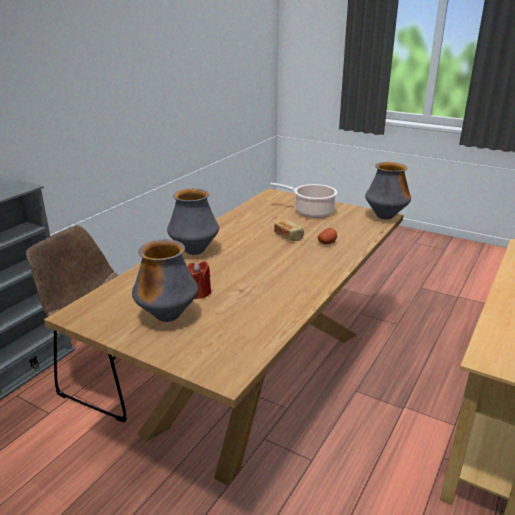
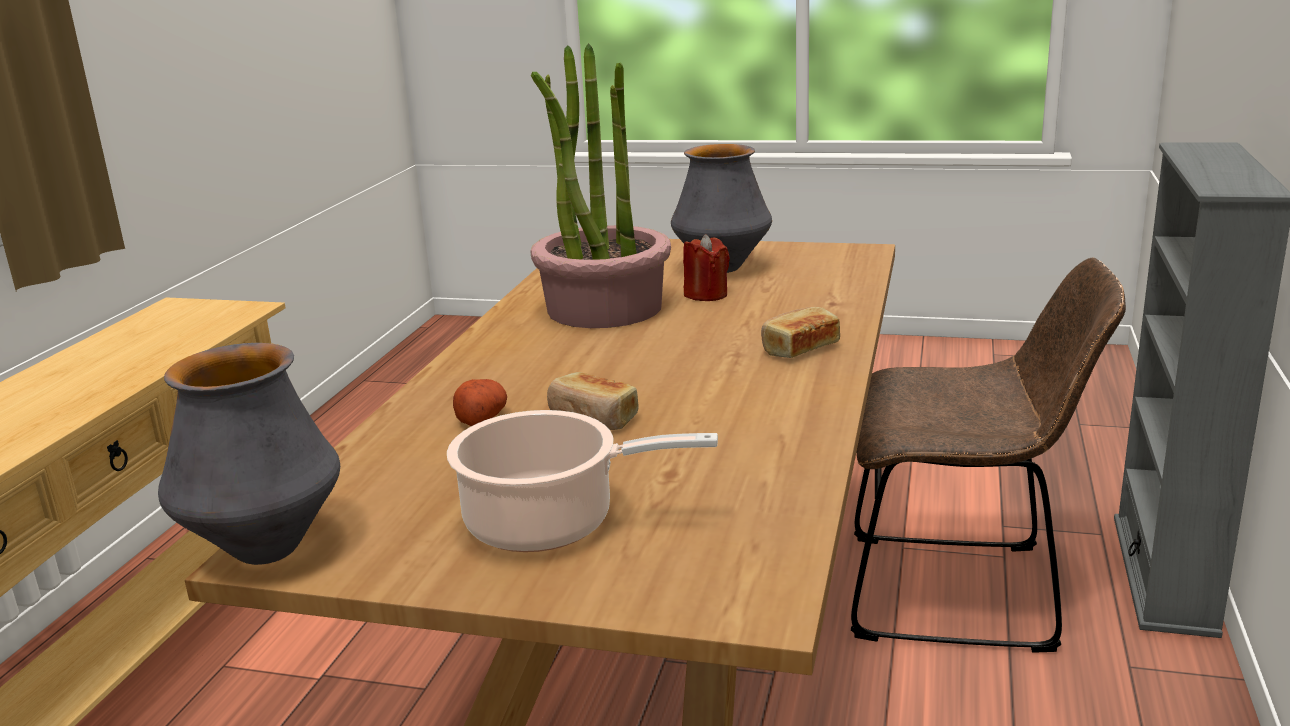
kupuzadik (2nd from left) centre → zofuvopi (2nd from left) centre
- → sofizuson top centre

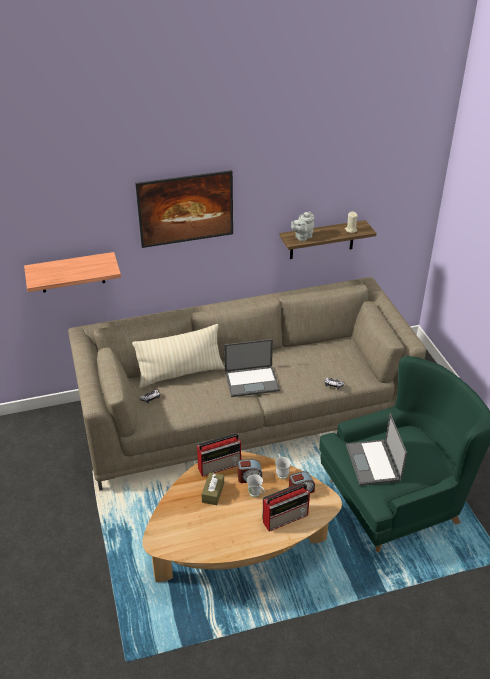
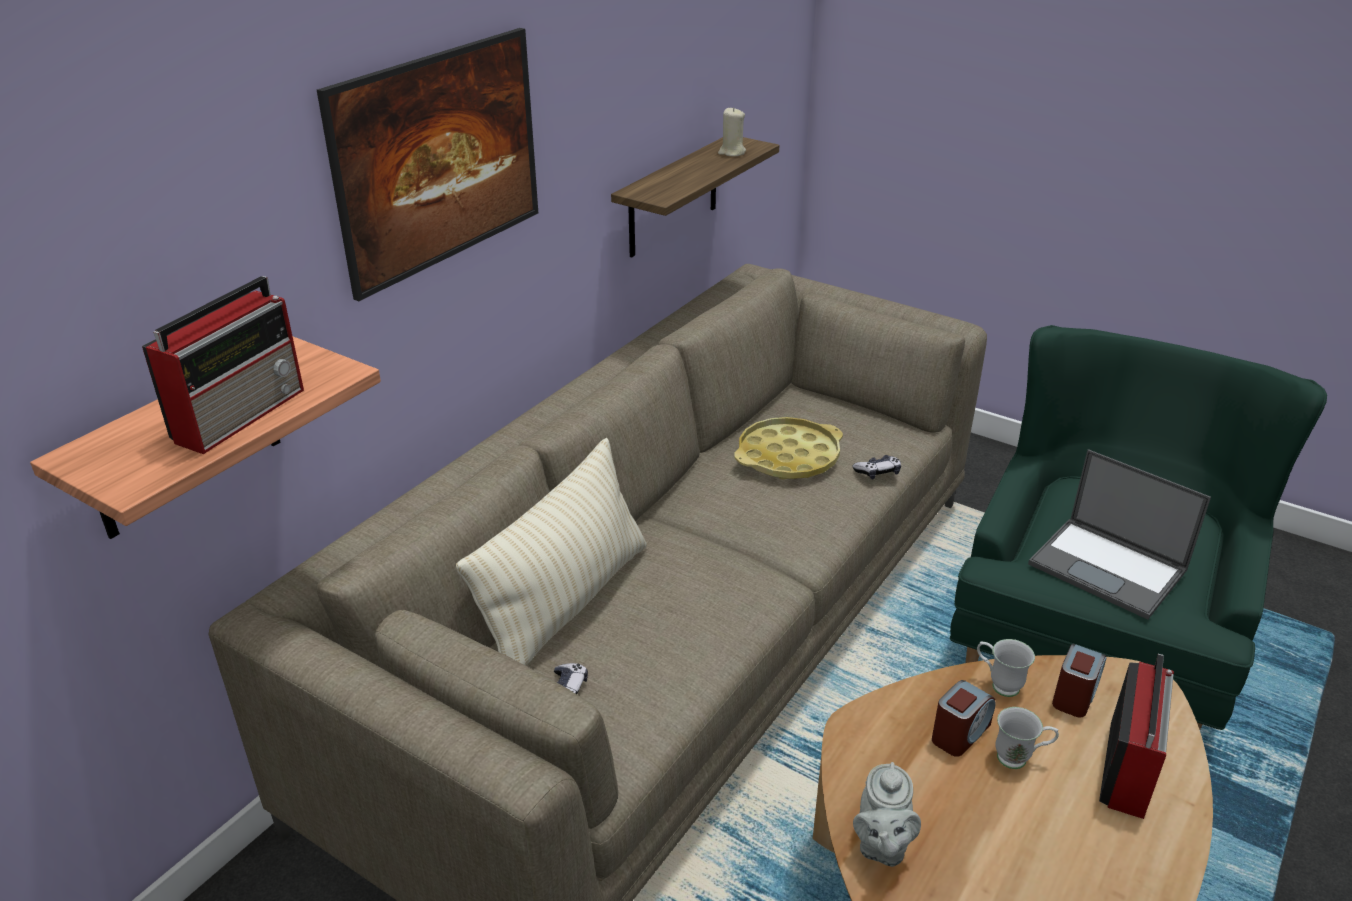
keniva (1st from left) bottom centre → keniva (1st from left) middle left, move
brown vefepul bottom centre → -
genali (1st from left) centre → -
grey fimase top centre → grey fimase bottom centre, move
- → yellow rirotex centre

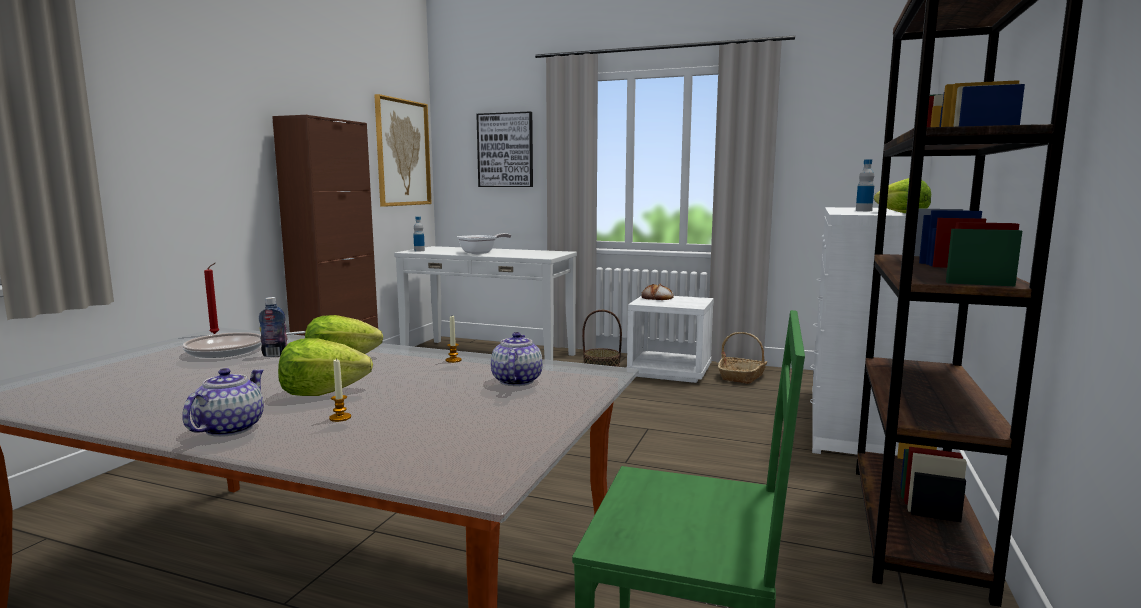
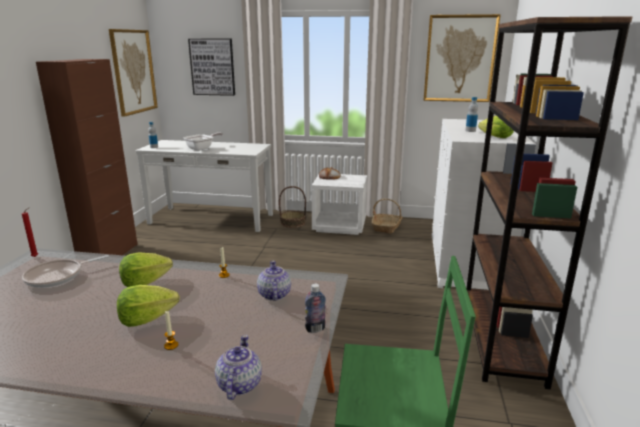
fimase (1st from left) middle left → fimase (1st from left) bottom centre, move
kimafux (1st from left in the first image) middle left → kimafux (2nd from left) bottom centre, move
- → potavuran (3rd from left) top right

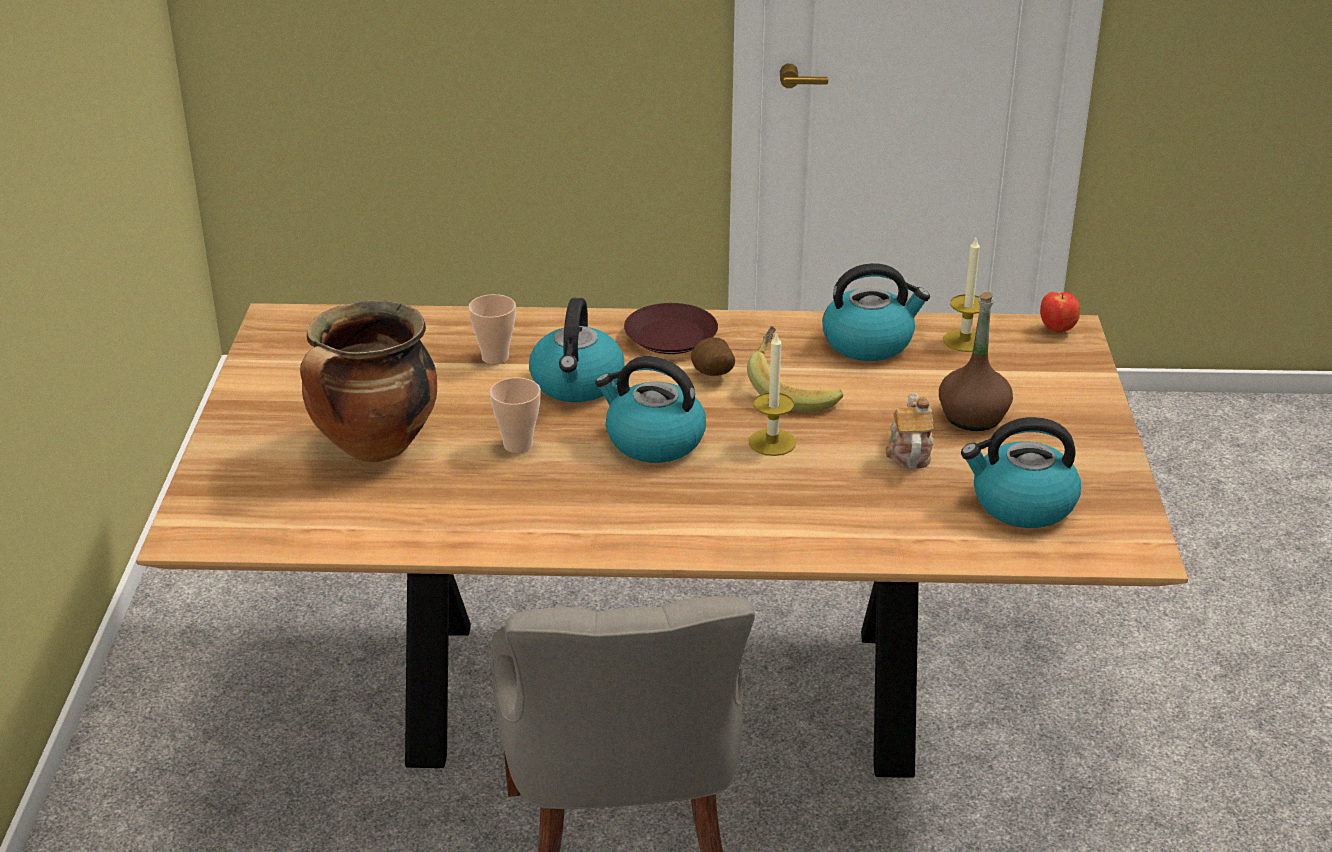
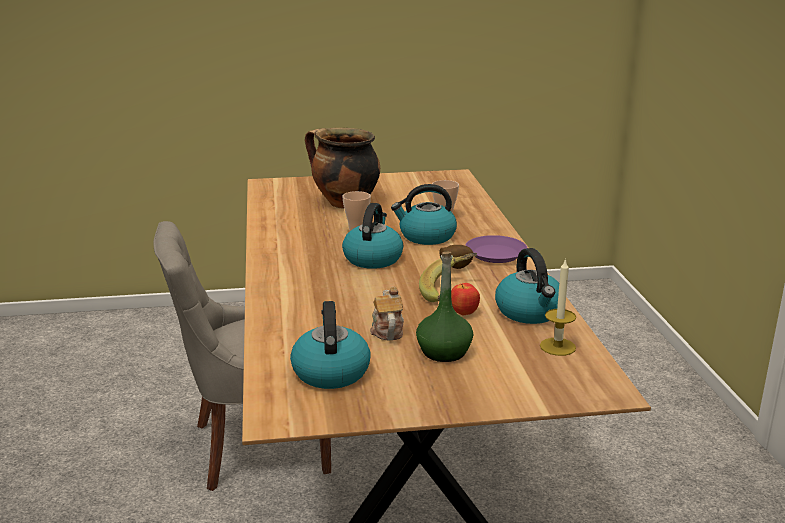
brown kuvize centre → purple kuvize centre
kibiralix (1st from left) centre → -
fimase middle right → fimase centre, 90 degrees counterclockwise
brown kimafux middle right → green kimafux centre
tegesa middle right → tegesa centre, move

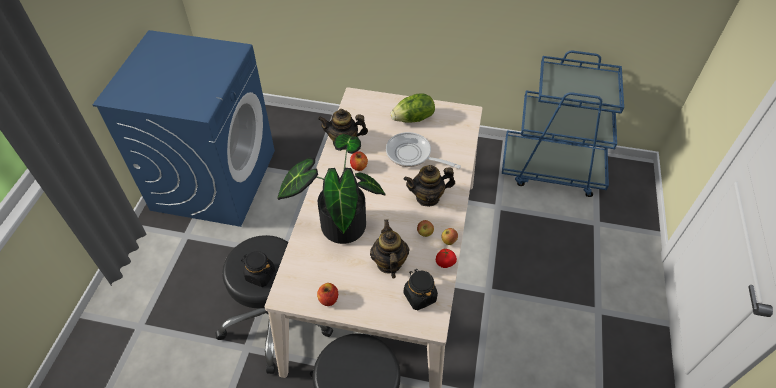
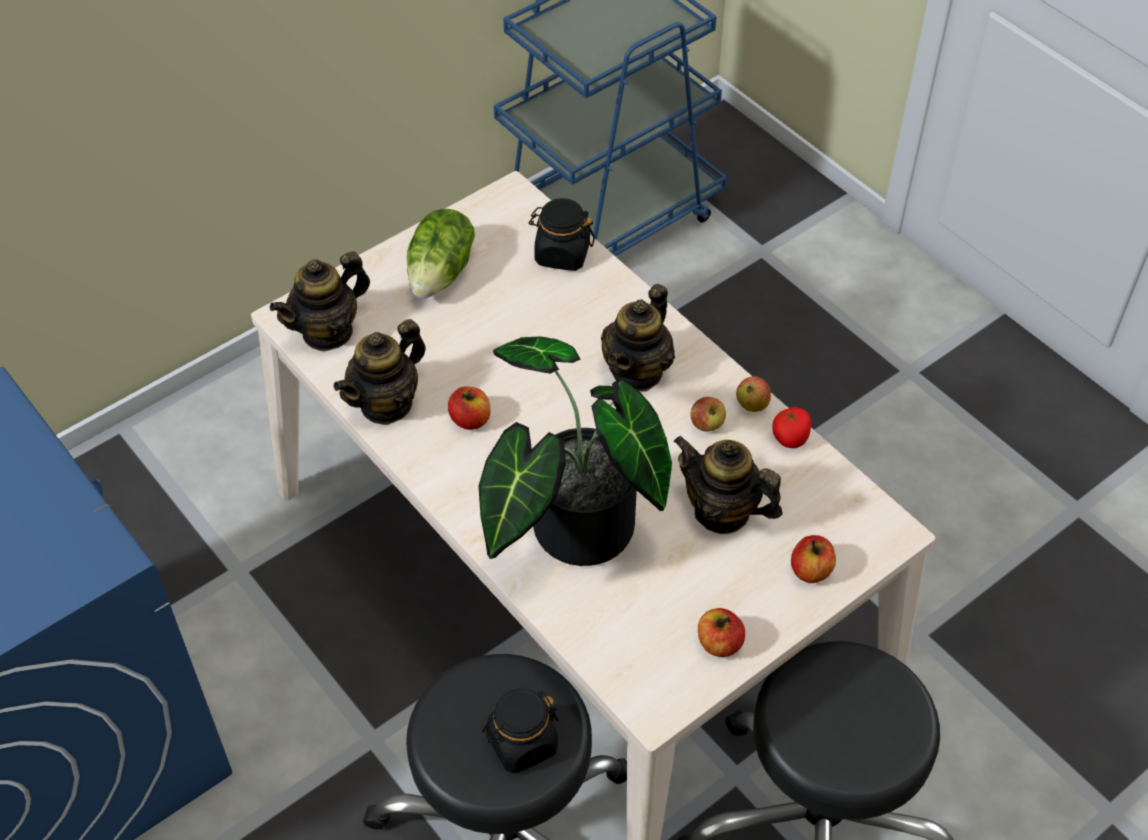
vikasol centre → -
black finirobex (2nd from left) bottom centre → black finirobex (2nd from left) top centre, move
- → fimase (1st from left) middle left
- → tegesa (5th from left) middle right

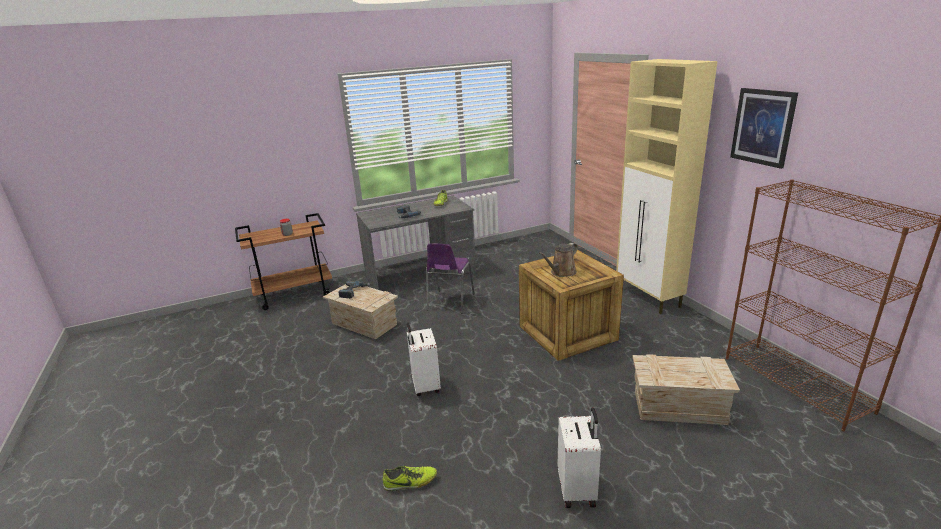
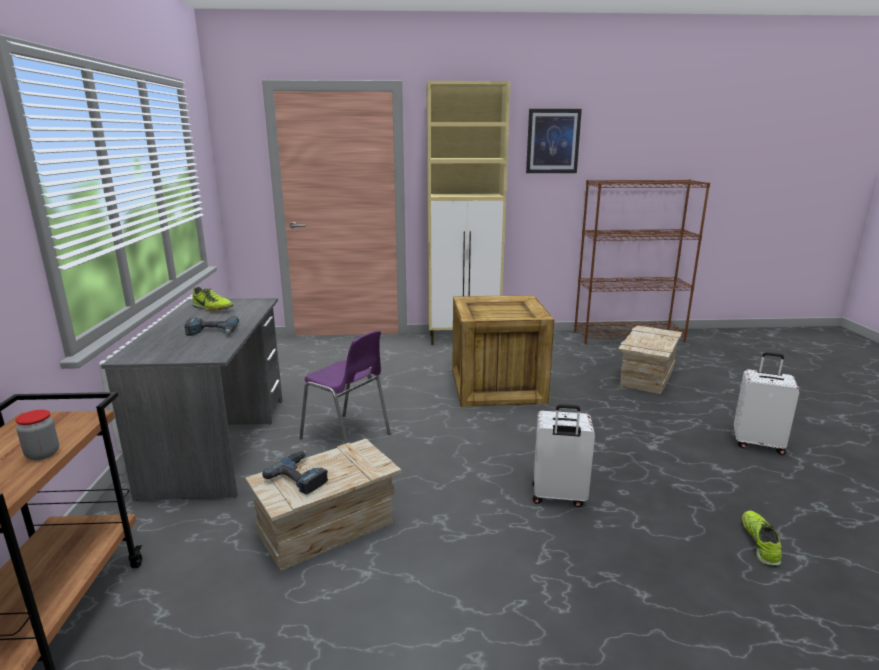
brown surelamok centre → -

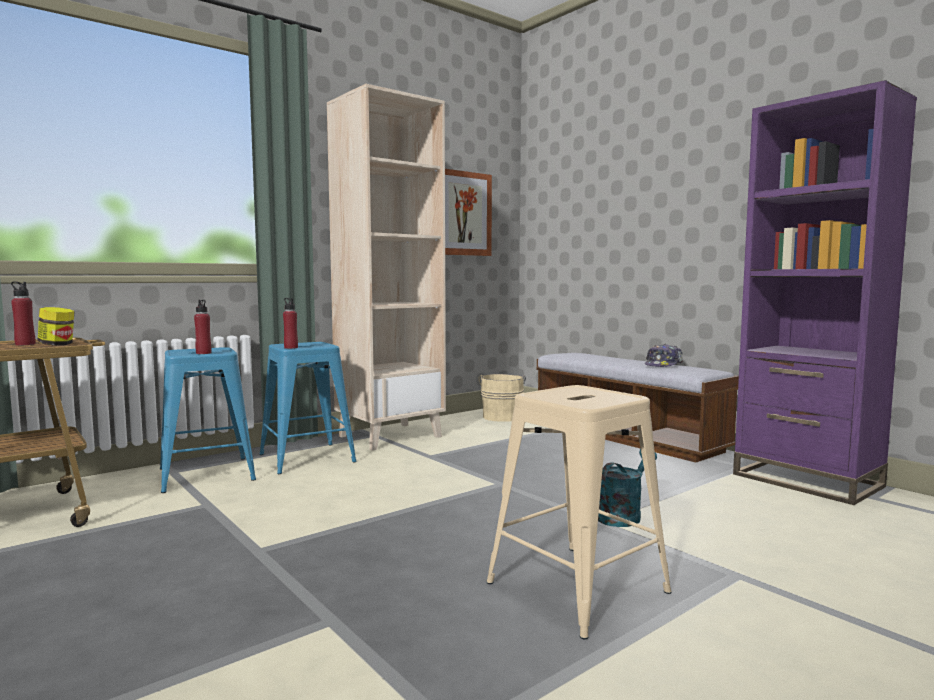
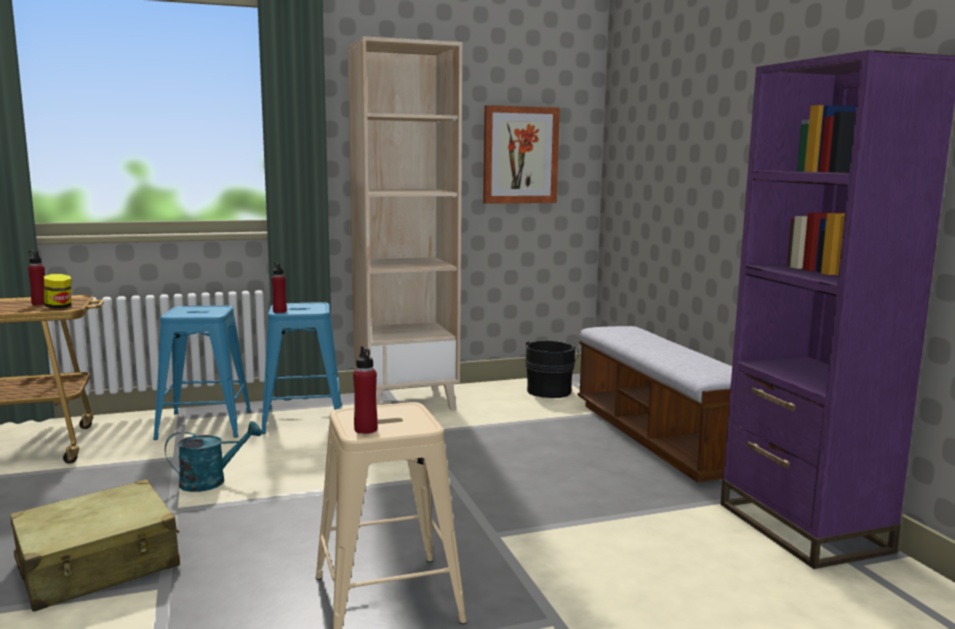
red kimafux (2nd from left in the first image) middle left → red kimafux (3rd from left) centre, move
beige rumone centre → black rumone centre
turquoise surelamok bottom right → turquoise surelamok bottom left, move
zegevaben middle right → -
- → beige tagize bottom left

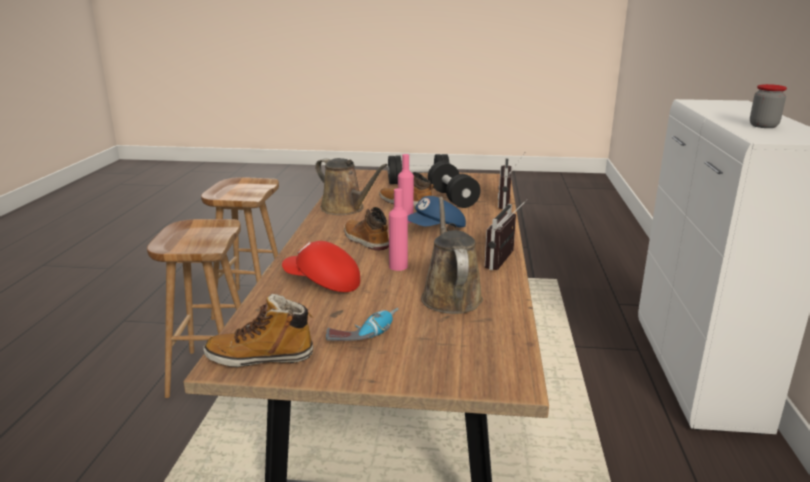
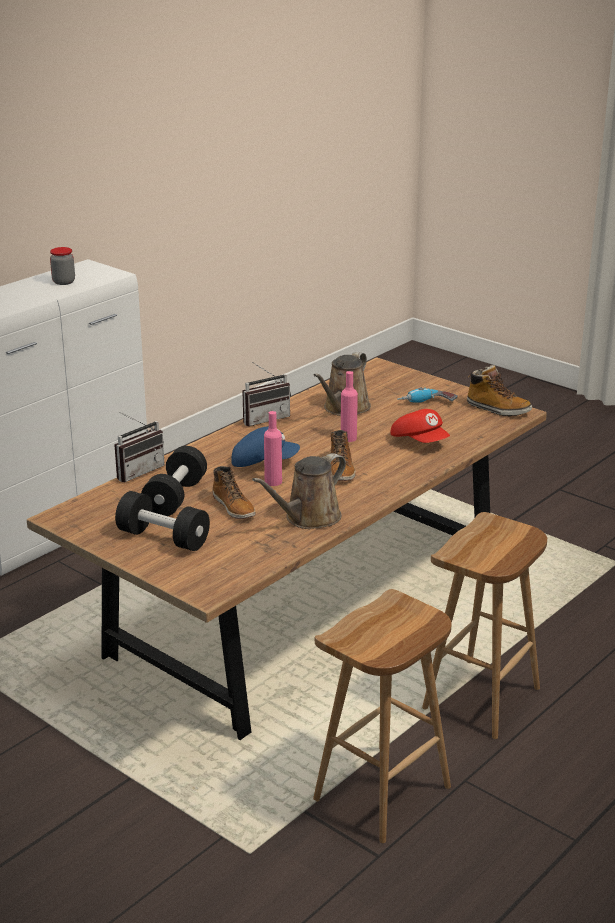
brown surelamok (1st from left) centre, 120 degrees counterclockwise

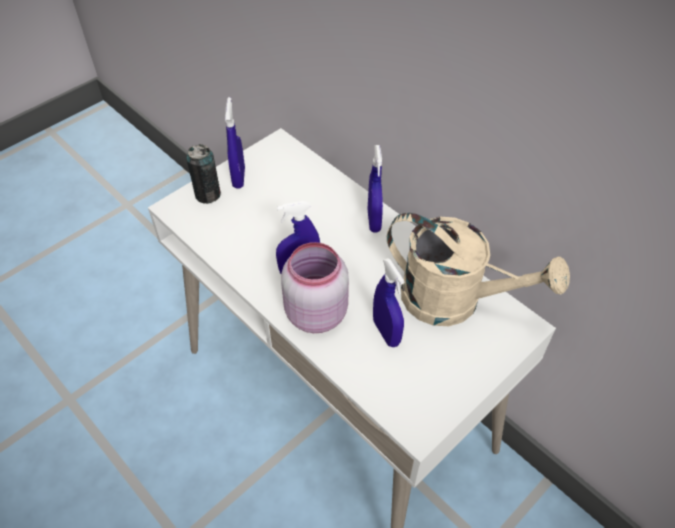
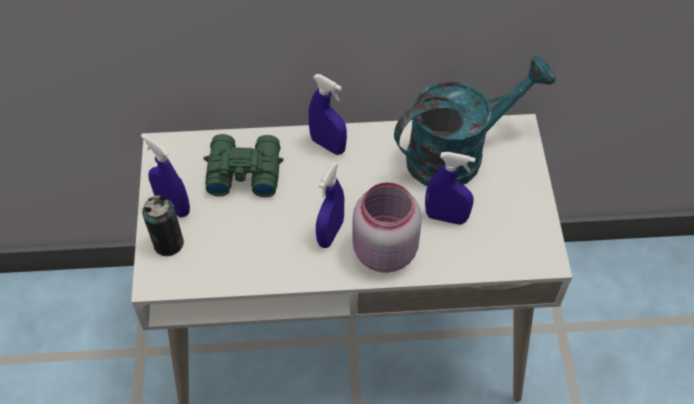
beige surelamok middle right → turquoise surelamok top right
- → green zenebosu centre

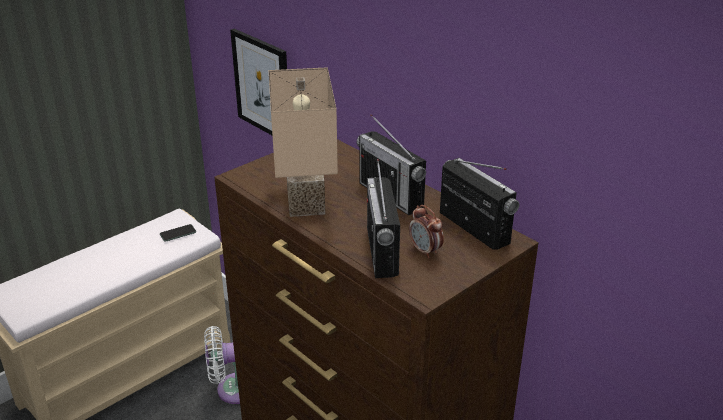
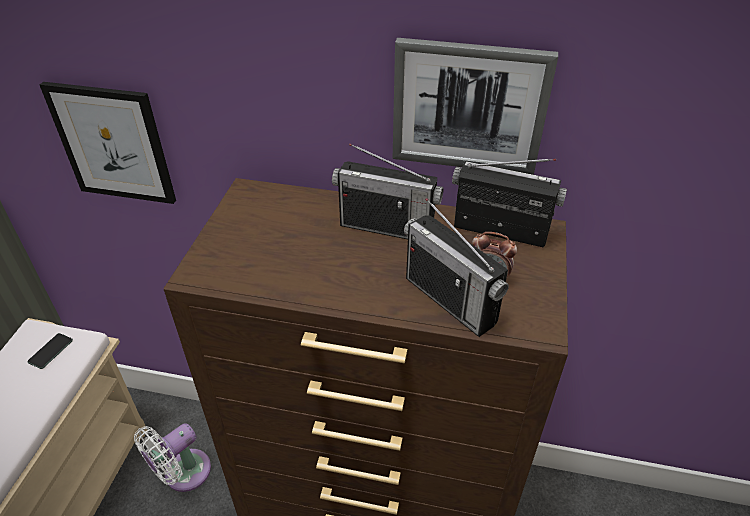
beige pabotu centre → -
- → potavuran (2nd from left) top centre

